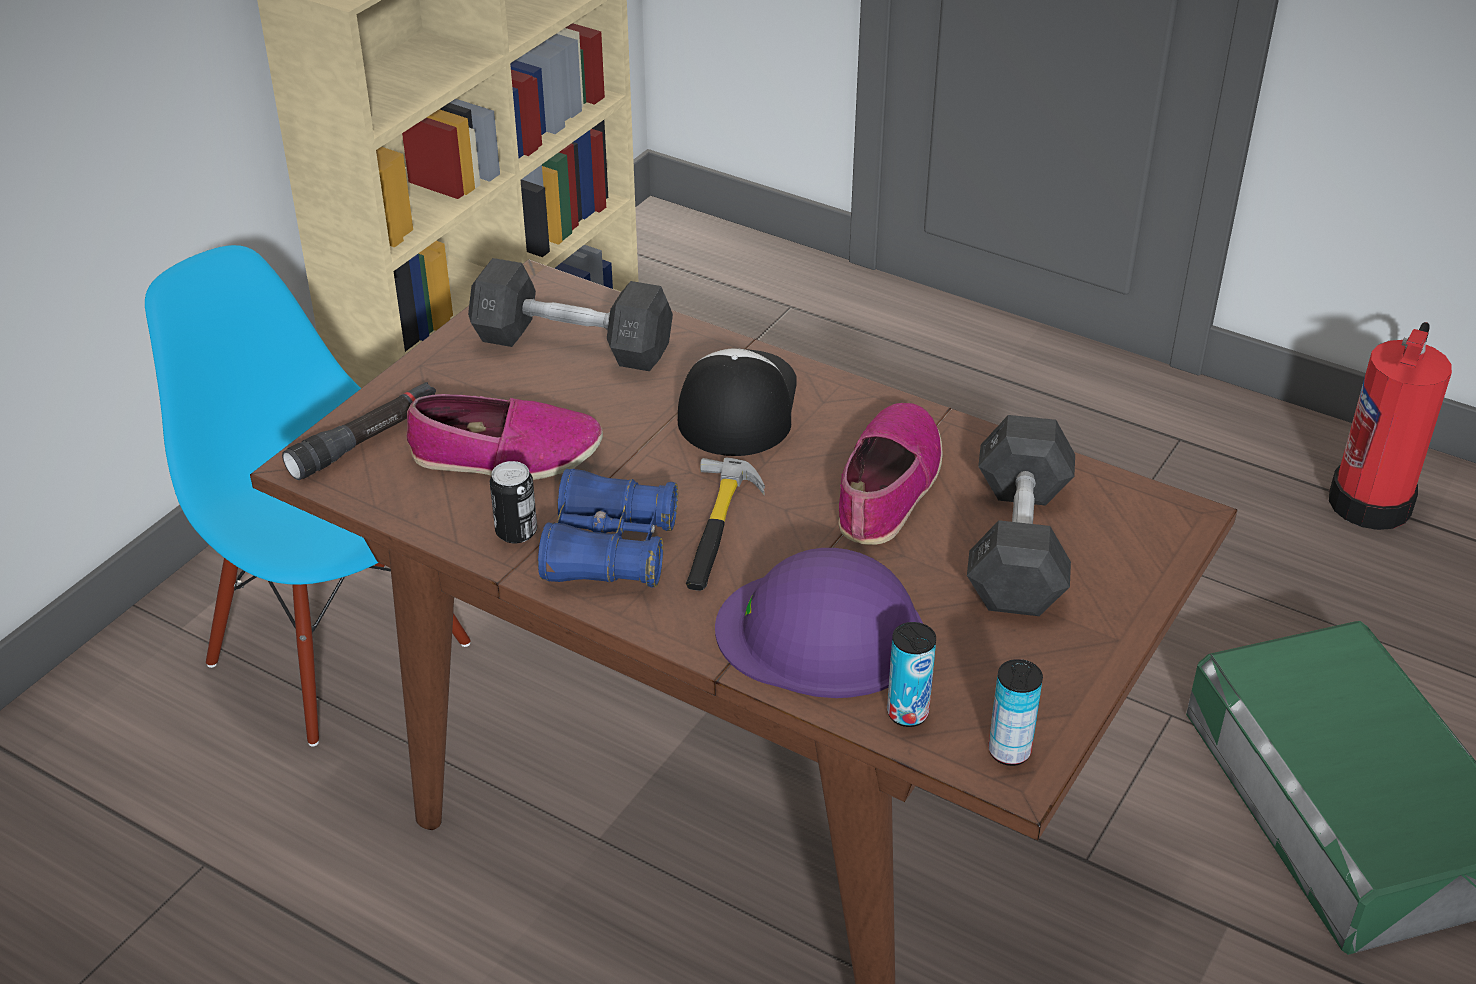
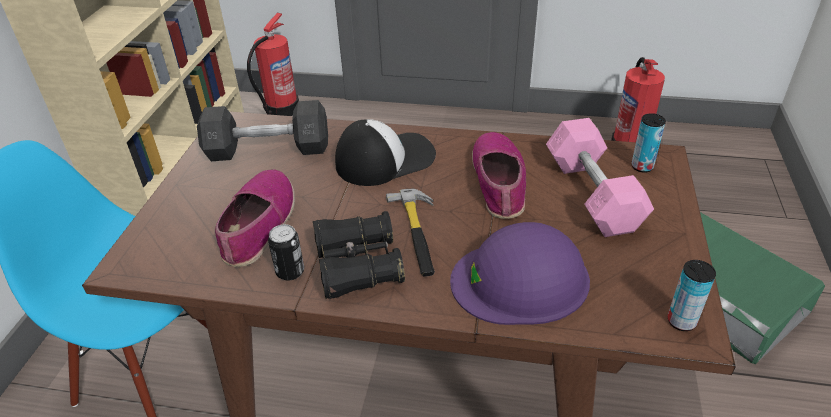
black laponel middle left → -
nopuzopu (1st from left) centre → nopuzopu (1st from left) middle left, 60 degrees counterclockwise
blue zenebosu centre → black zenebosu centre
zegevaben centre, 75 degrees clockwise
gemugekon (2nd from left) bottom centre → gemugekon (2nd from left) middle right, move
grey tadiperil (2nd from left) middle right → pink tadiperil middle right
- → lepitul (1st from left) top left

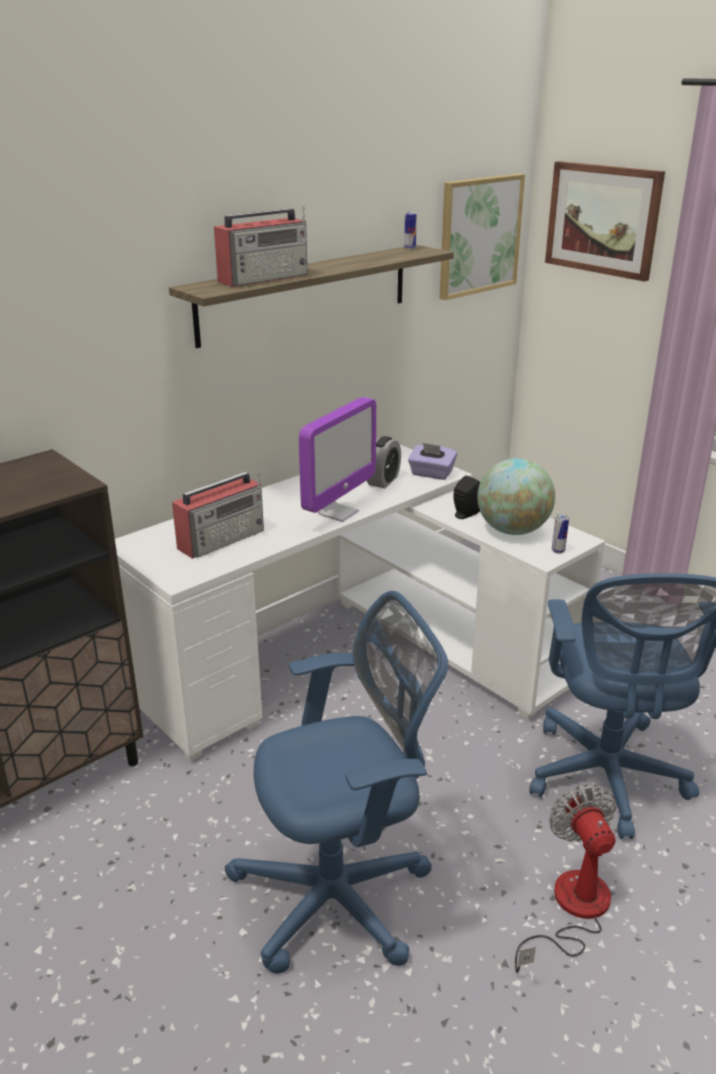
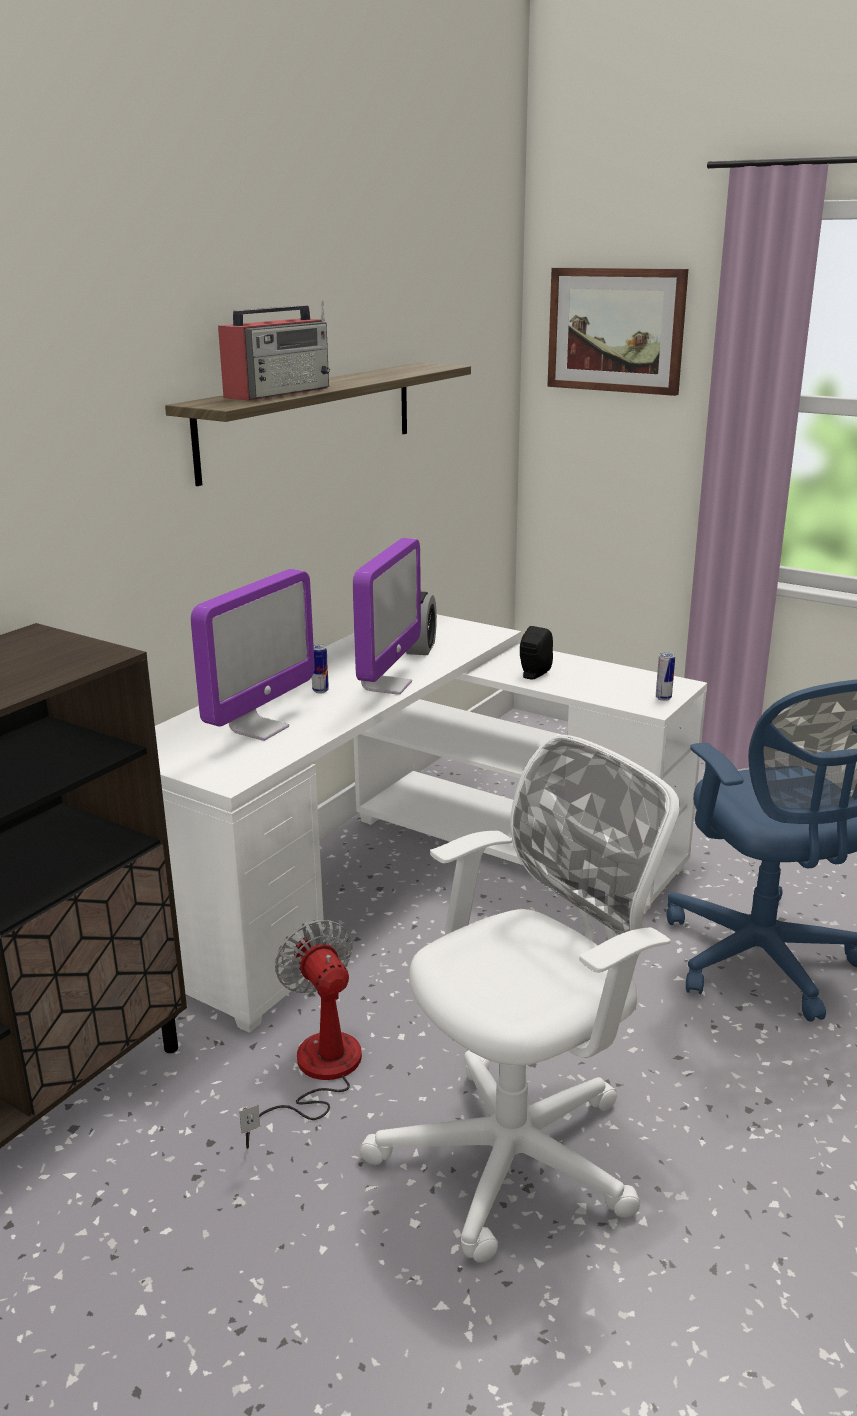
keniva (1st from left) middle left → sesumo (1st from left) middle left
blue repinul (1st from left) bottom centre → white repinul bottom centre
gemugekon (1st from left) top centre → gemugekon (1st from left) centre, move
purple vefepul centre → -
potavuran (1st from left) top right → -
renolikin middle right → -
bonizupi bottom right → bonizupi bottom centre, move

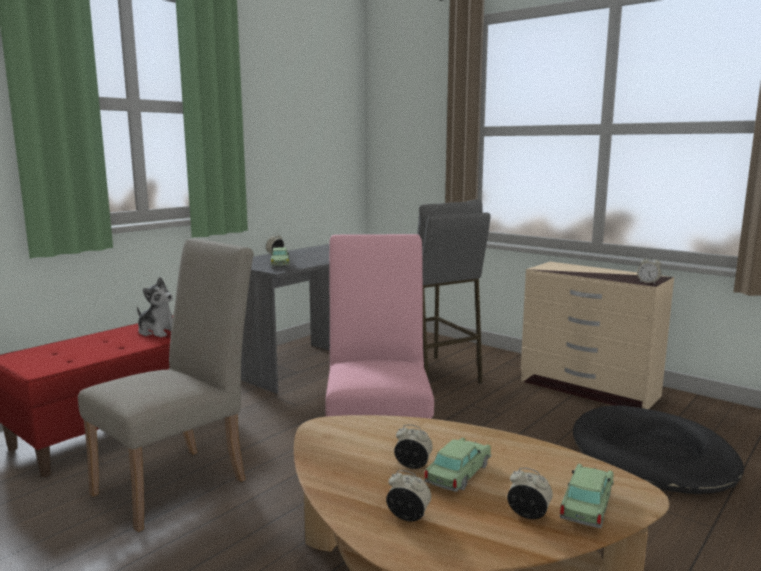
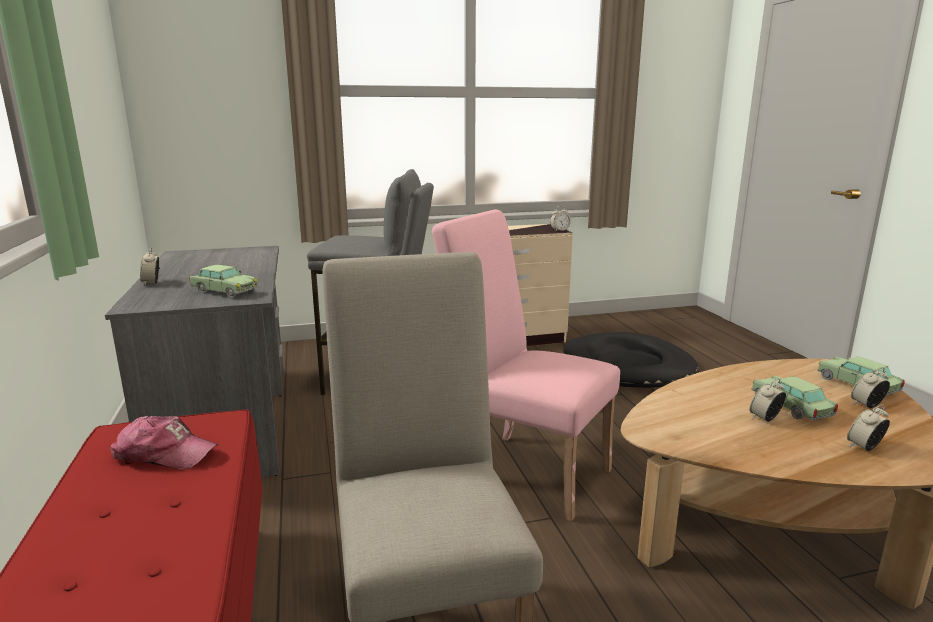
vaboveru middle left → zegevaben bottom left

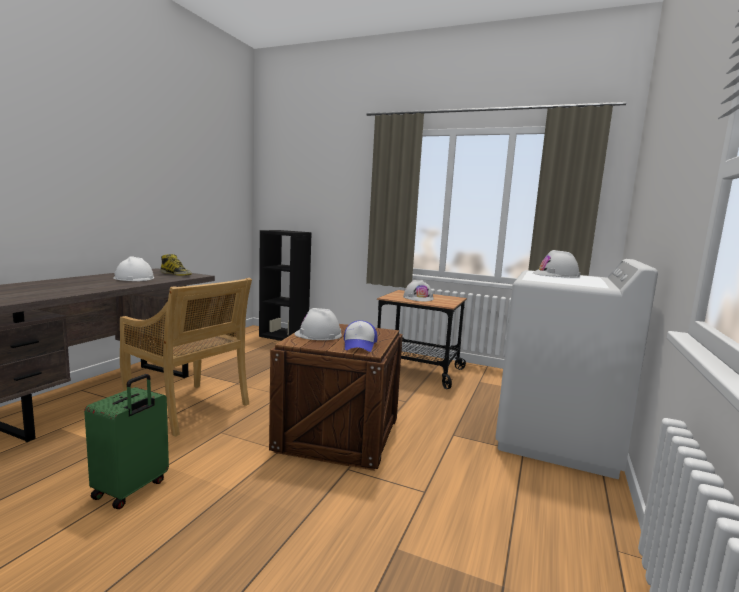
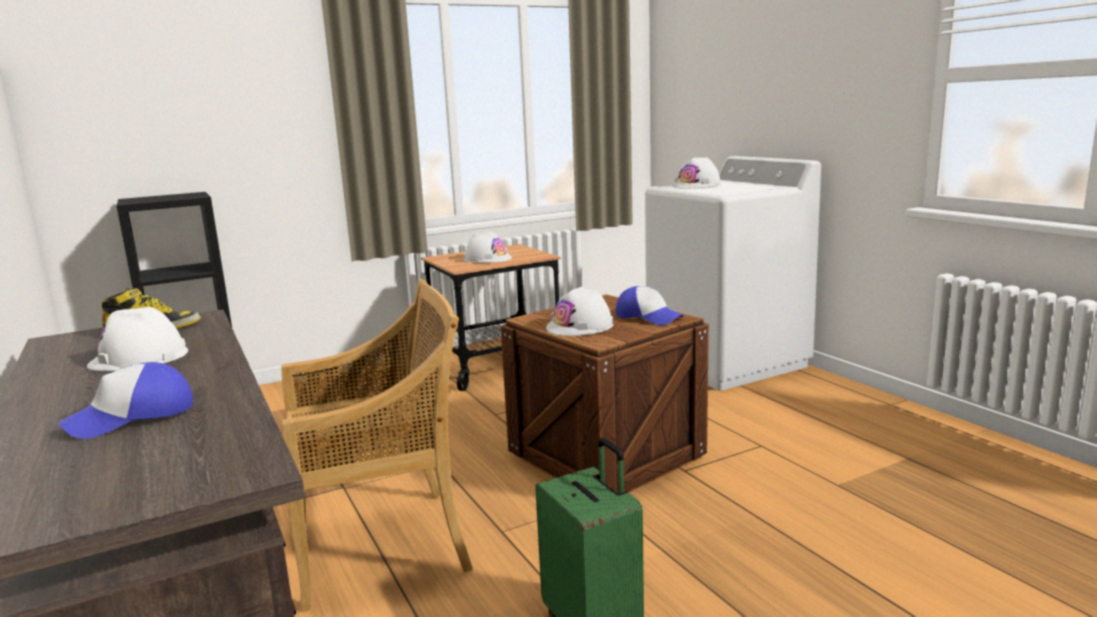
- → zegevaben (1st from left) middle left

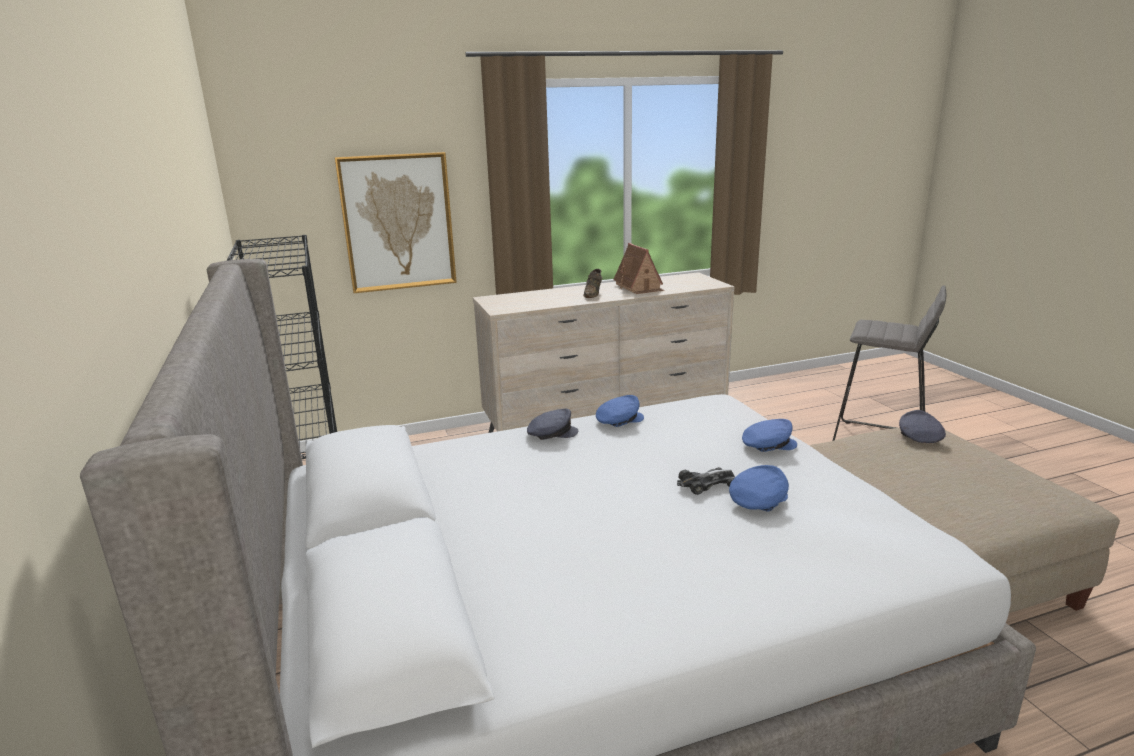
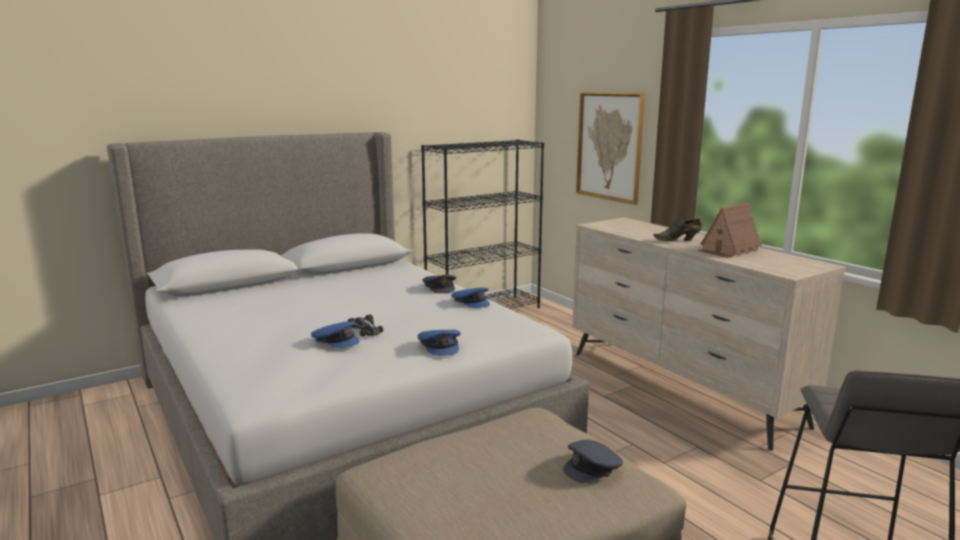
grey zegevaben (2nd from left) middle right → grey zegevaben (2nd from left) bottom centre, 150 degrees clockwise

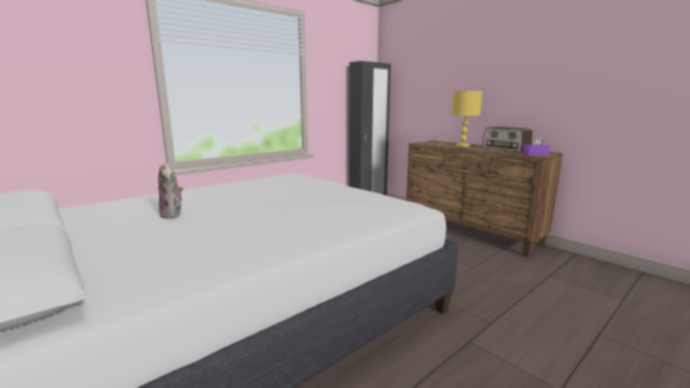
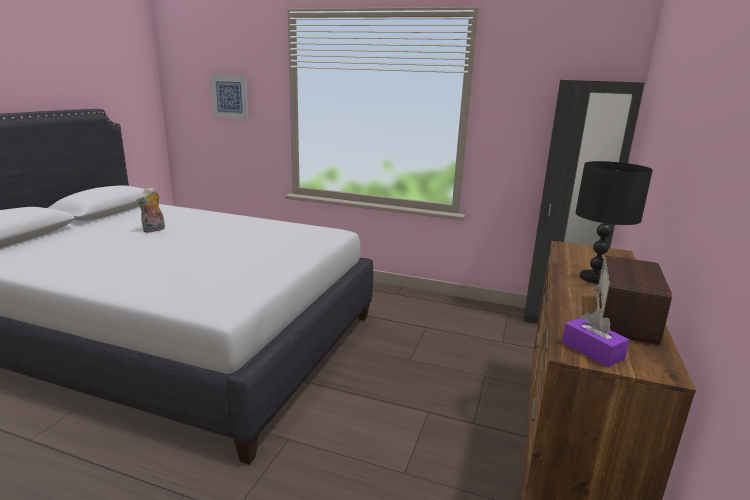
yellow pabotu top right → black pabotu middle right
- → potavuran top left

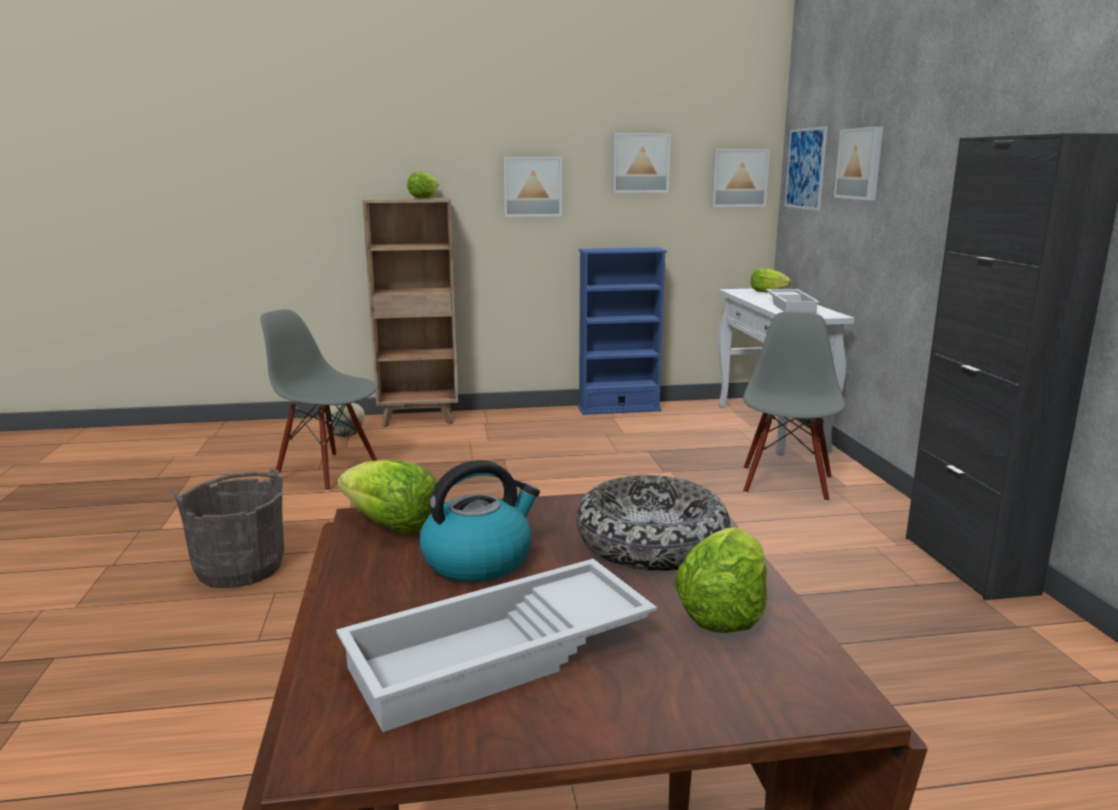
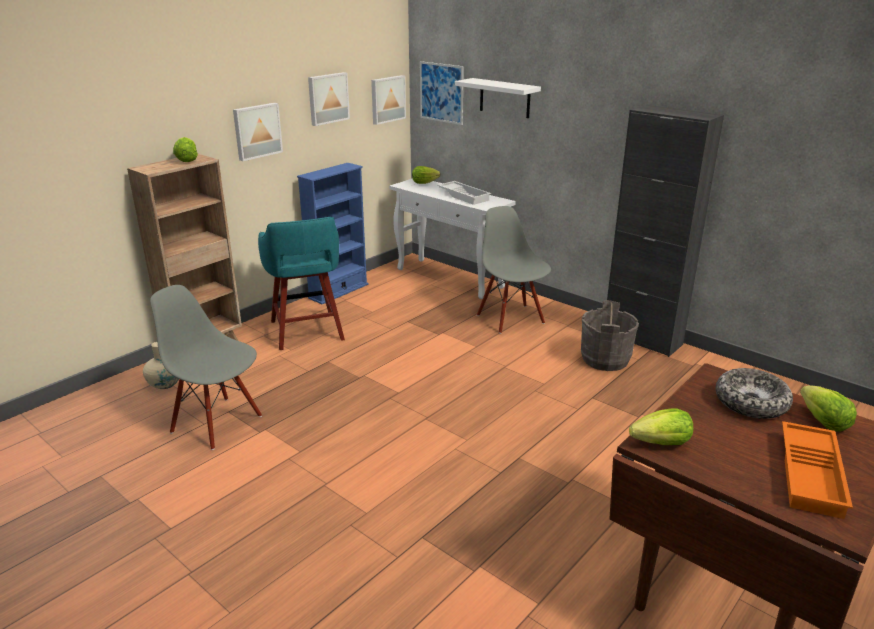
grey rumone middle left → grey rumone middle right, move
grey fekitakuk (1st from left) middle left, 45 degrees clockwise
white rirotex (1st from left) bottom centre → orange rirotex bottom right
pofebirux centre → -
potavuran (5th from left) top right → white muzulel top centre
- → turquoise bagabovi centre

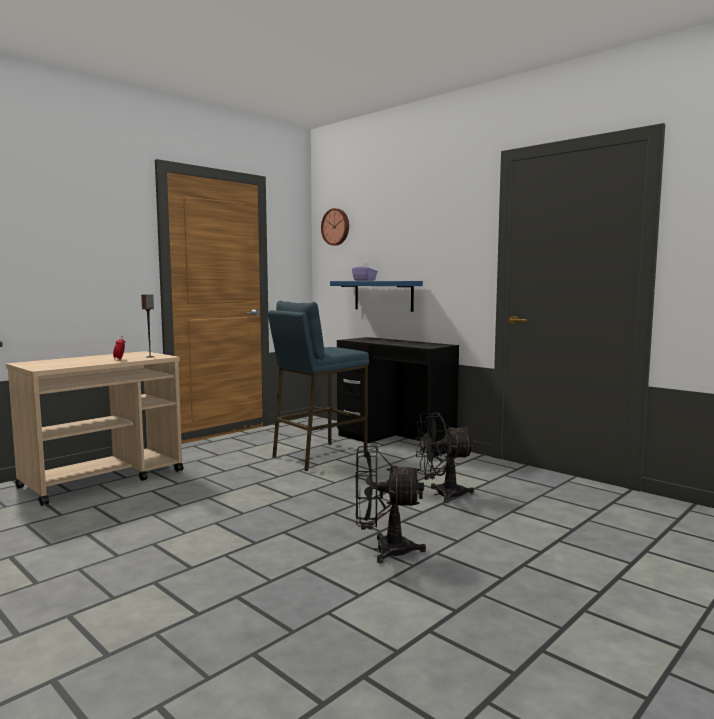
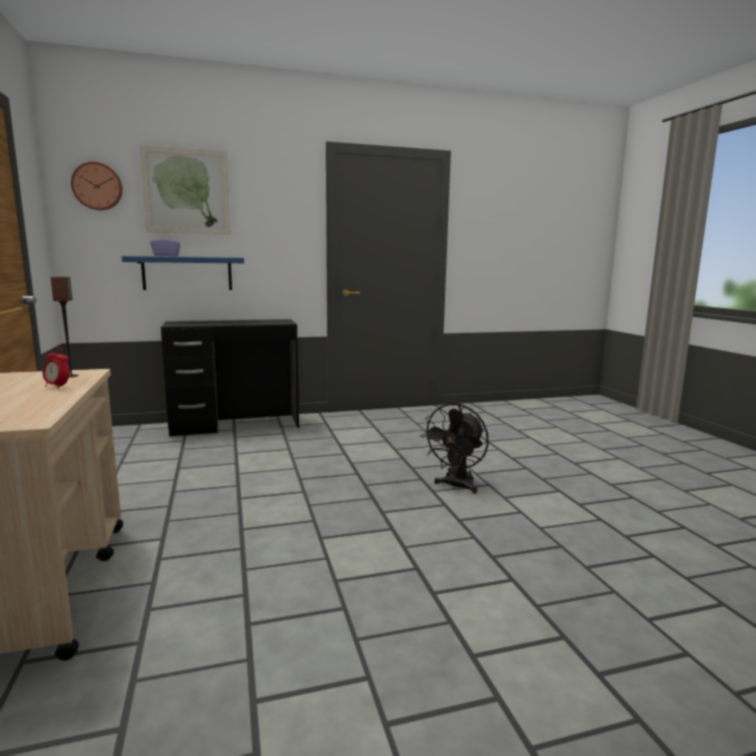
blue bagabovi centre → -
black bonizupi (2nd from left) centre → -
- → potavuran top left

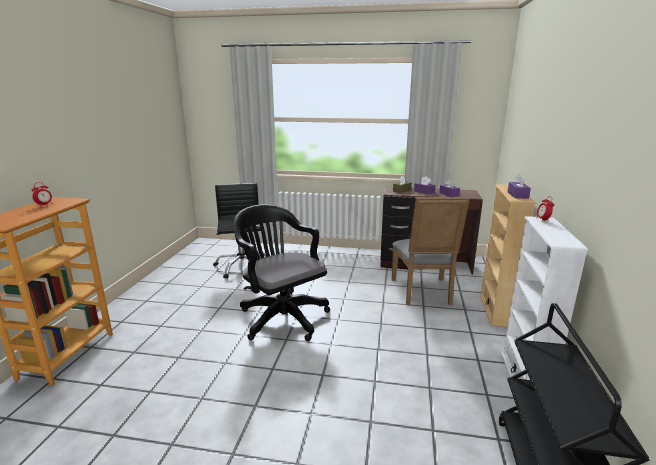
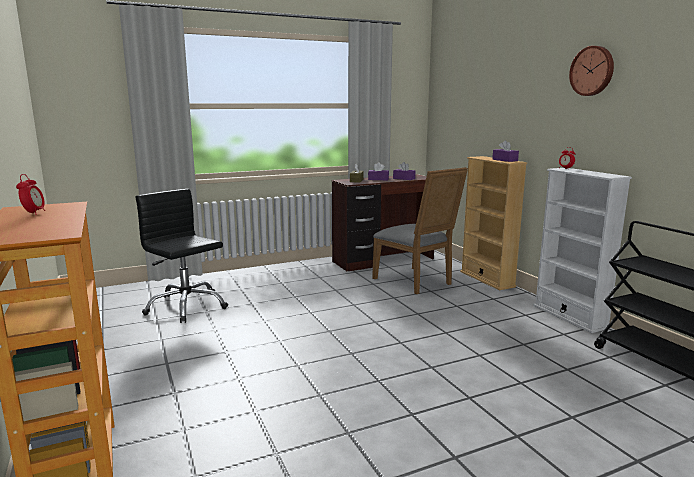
black repinul (2nd from left) centre → -
- → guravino top right

